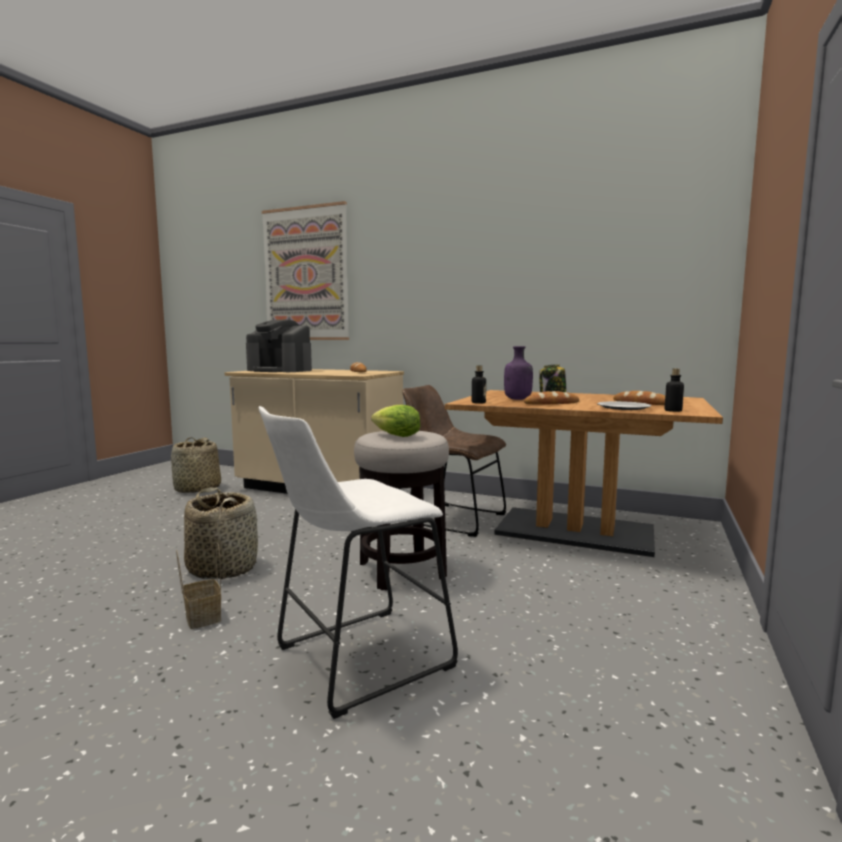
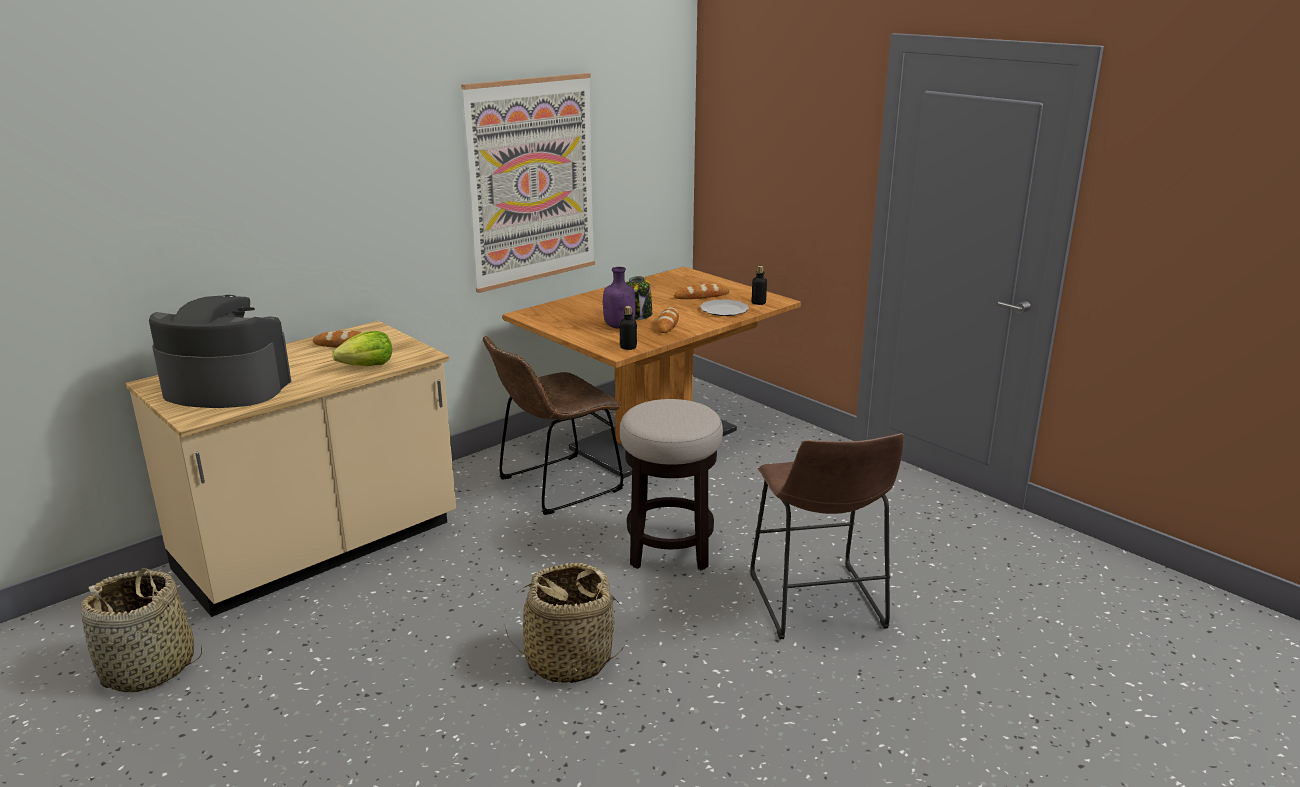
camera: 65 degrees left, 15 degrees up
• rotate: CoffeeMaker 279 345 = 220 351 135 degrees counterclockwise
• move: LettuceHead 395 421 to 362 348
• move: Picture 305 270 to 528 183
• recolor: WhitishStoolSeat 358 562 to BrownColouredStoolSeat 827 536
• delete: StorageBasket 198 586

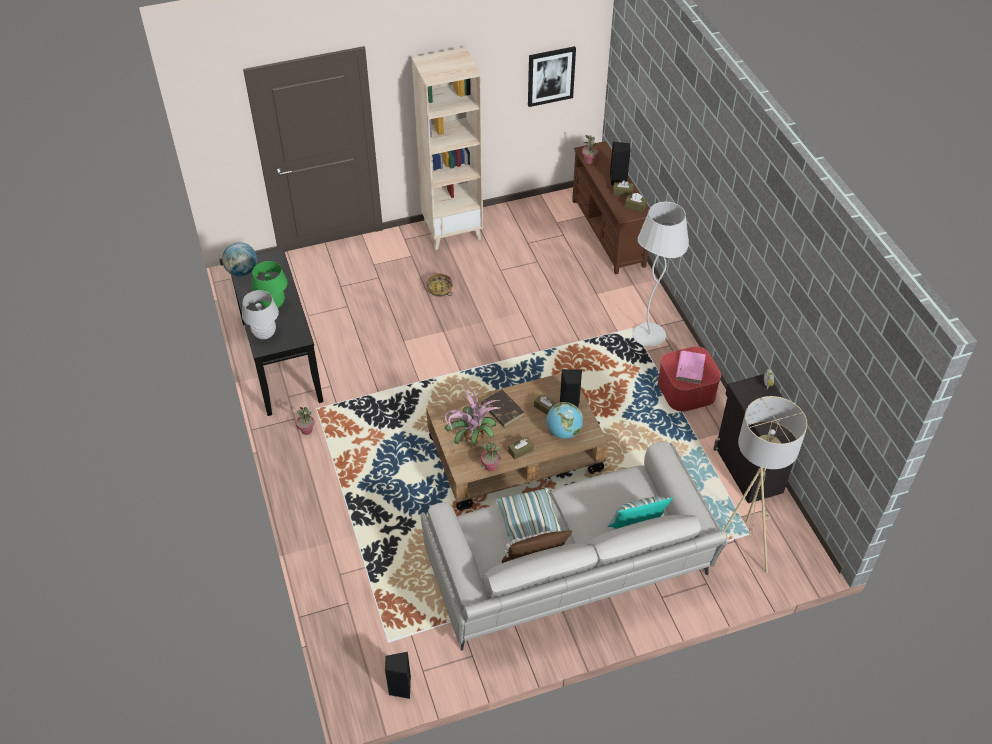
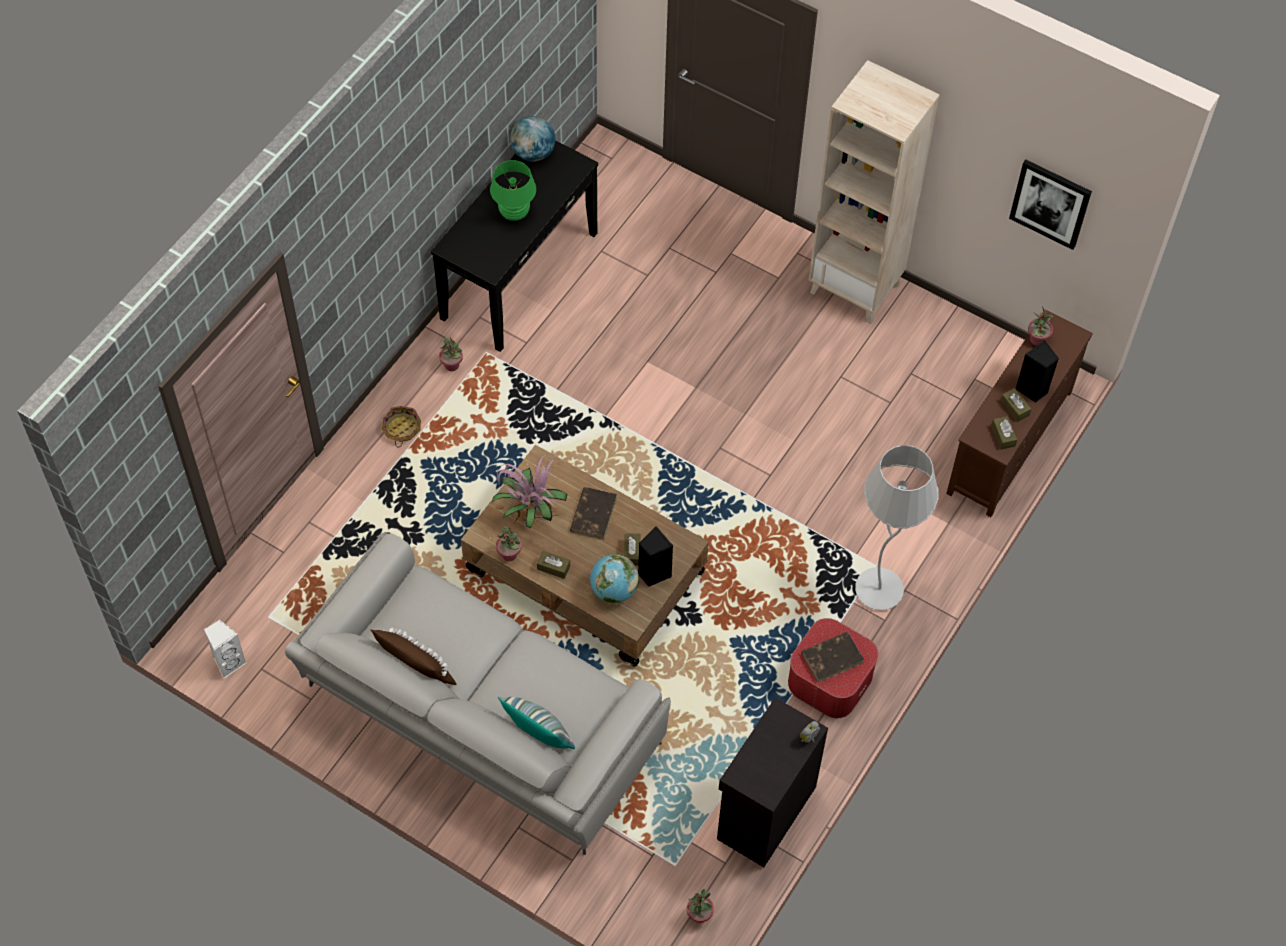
camera: 50 degrees right, 10 degrees up
• recolor: BlackAudioSpeaker 398 675 to WhitishAudioSpeaker 225 648
• move: StorageBasket 440 285 to 401 426
• insert: Houseplant 700 906
• recolor: PinkColouredVolume 691 367 to BrownColouredVolume 833 657
• delete: WhitishTableLamp 260 314
• delete: Pillow 529 515
• delete: BeigeColouredStandingLamp 765 484

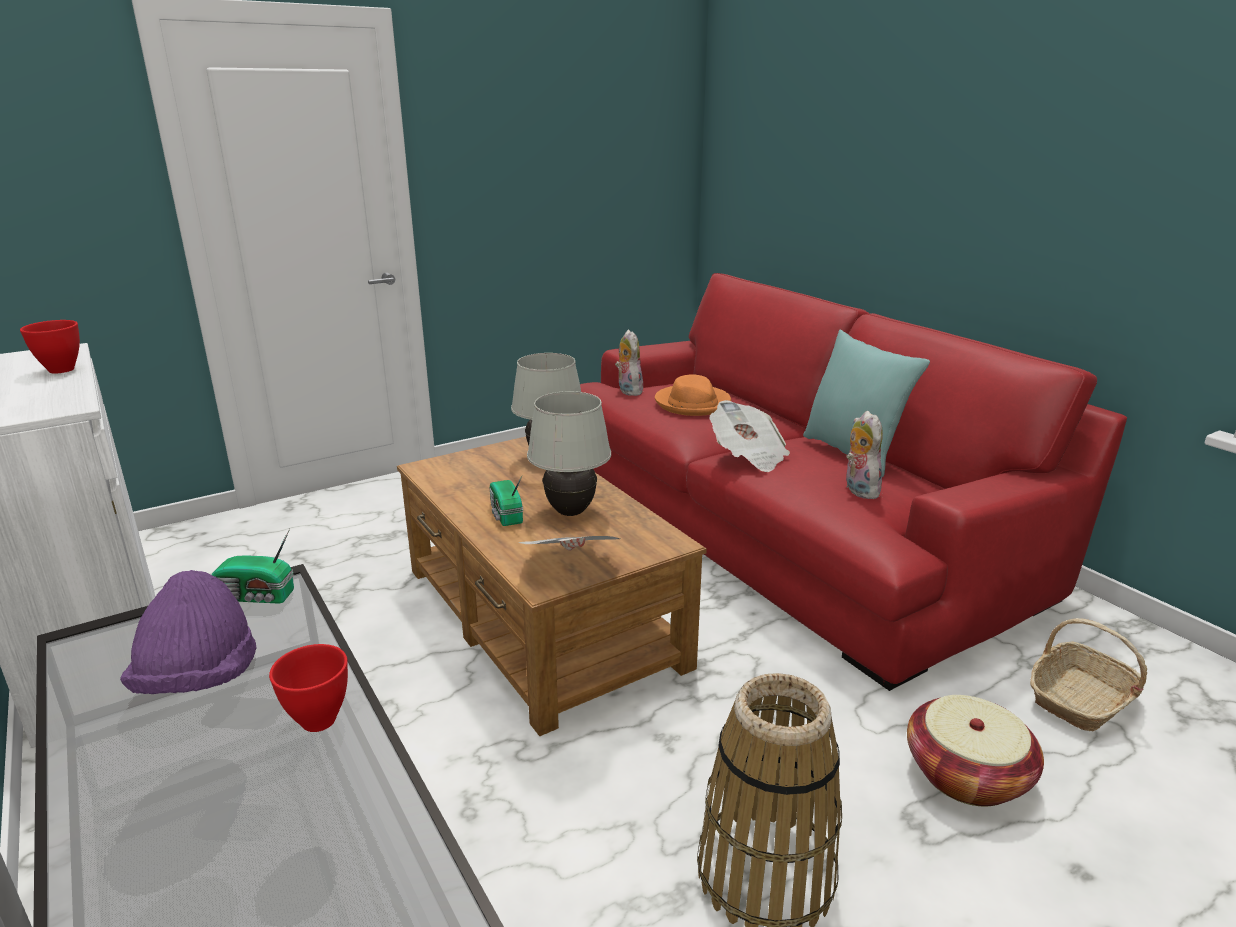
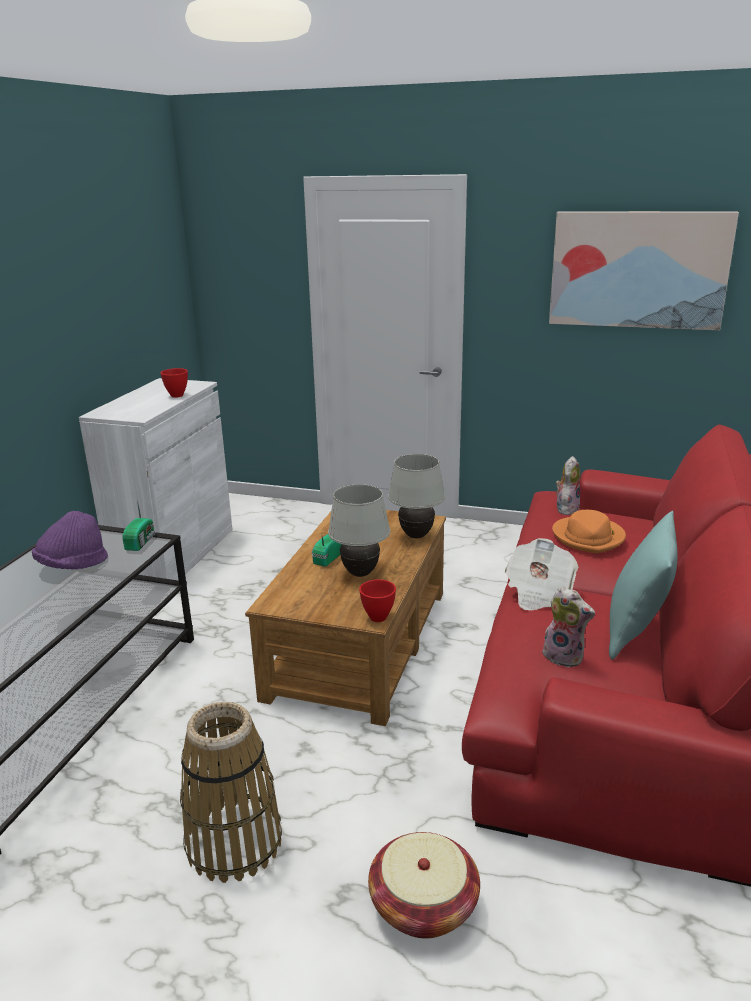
camera: 50 degrees right, 0 degrees up
• rotate: RadioReceiver 253 566 = 138 525 135 degrees counterclockwise
• move: RedDeepDish 308 688 to 377 600
• rotate: PlushToy 864 455 = 568 627 90 degrees clockwise
• insert: Picture 644 270
• delete: PrintedPaper 569 543
• delete: StorageBasket 1088 674

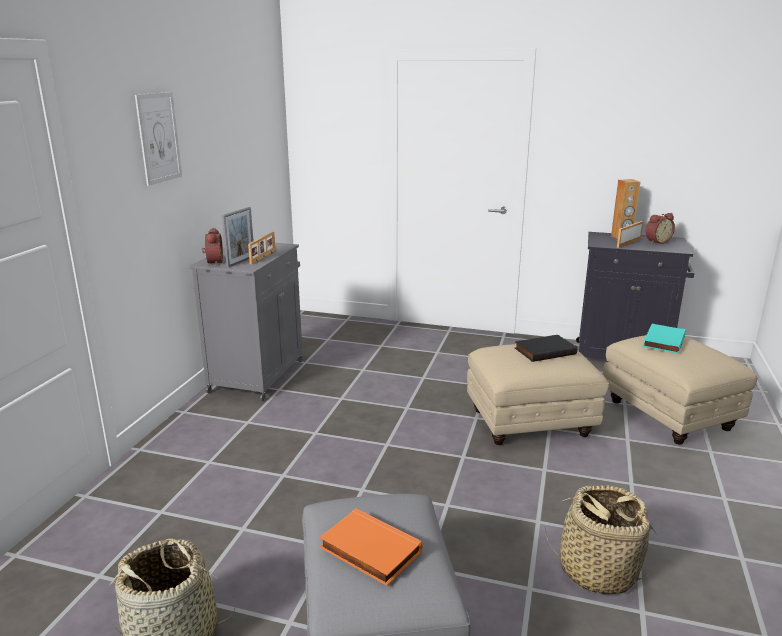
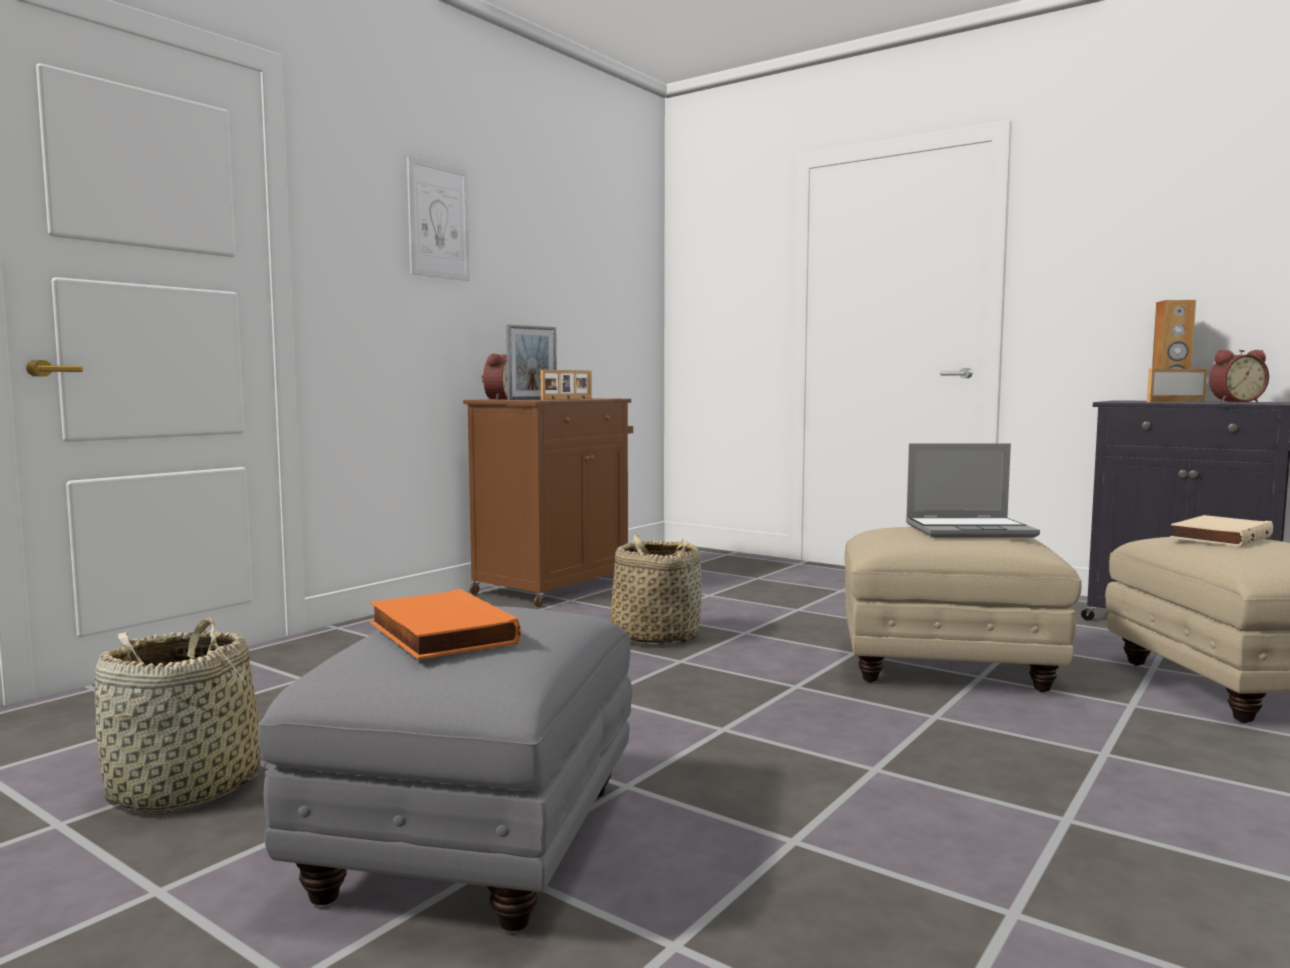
camera: 20 degrees right, 15 degrees down
• recolor: GreyCupboard 246 322 to BrownColouredCupboard 548 502
• move: StorageBasket 600 540 to 656 589
• replace: BlackVolume 546 348 to Laptop 973 490
• recolor: TurquoiseVolume 664 339 to BeigeColouredVolume 1221 531

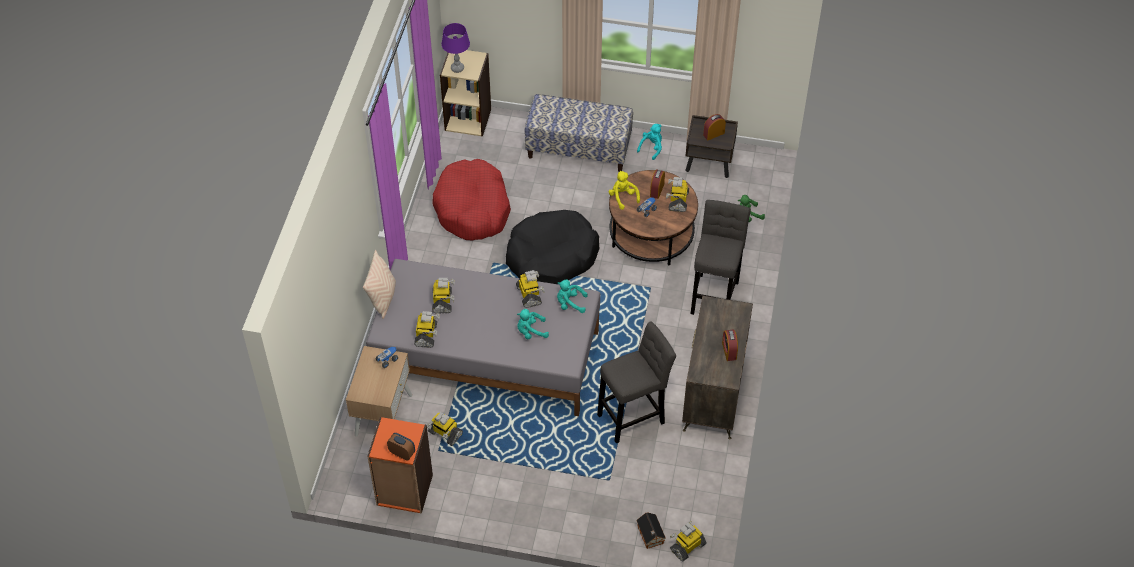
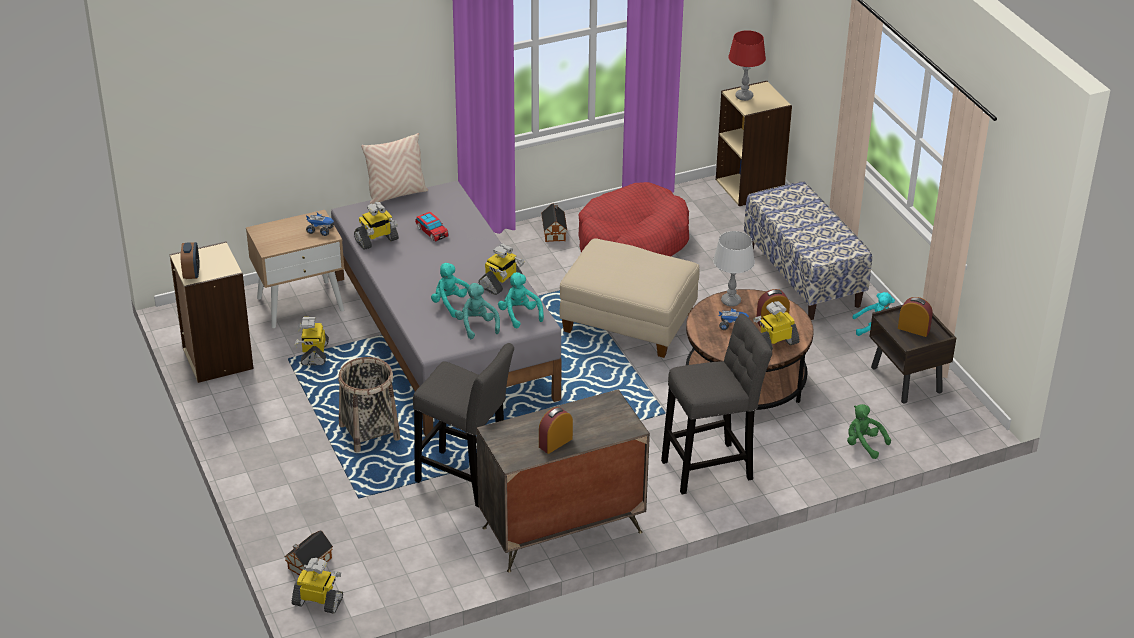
camera: 55 degrees right, 15 degrees down
• recolor: OrangeColouredBookshelf 400 465 to BeigeColouredBookshelf 212 312
• insert: StorageBasket 369 404
• replace: ModelRobot 443 295 to MiniatureCar 432 227
• insert: TurquoisePlushToy 477 311
• insert: MiniatureHouse 554 222
• replace: BlackDogBed 553 247 to BeigeColouredOttoman 629 298
• replace: YellowColouredPlushToy 624 190 to GreyTableLamp 734 269
• recolor: PurpleColouredTableLamp 455 48 to RedTableLamp 747 65

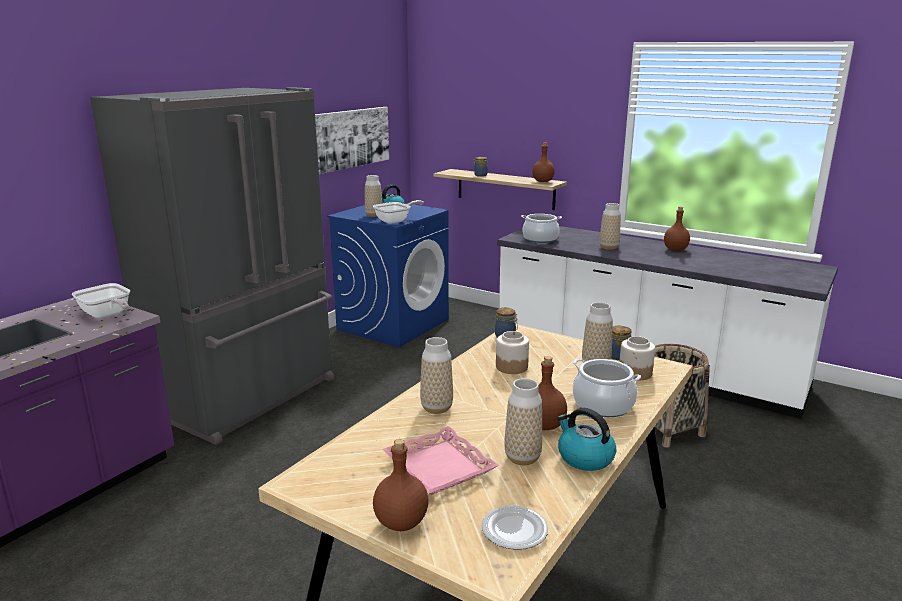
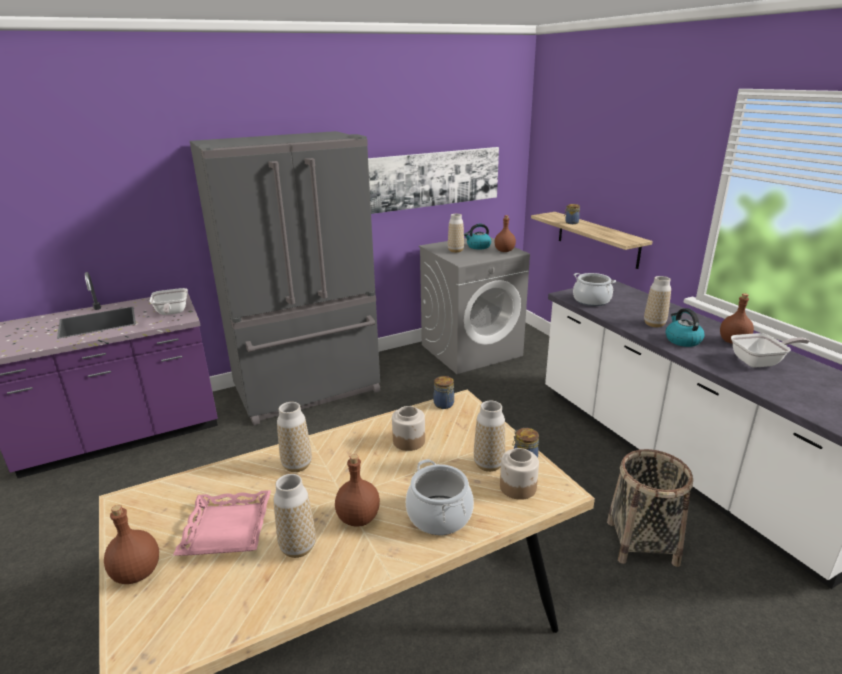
camera: 30 degrees right, 5 degrees up
• recolor: BluishWashingMachine 388 275 to GreyWashingMachine 474 305
• move: BrownColouredDrinkBottle 544 162 to 505 233
• move: TeaKettle 586 439 to 685 327
• move: Skillet 398 212 to 770 350
• delete: DinnerPlate 515 527

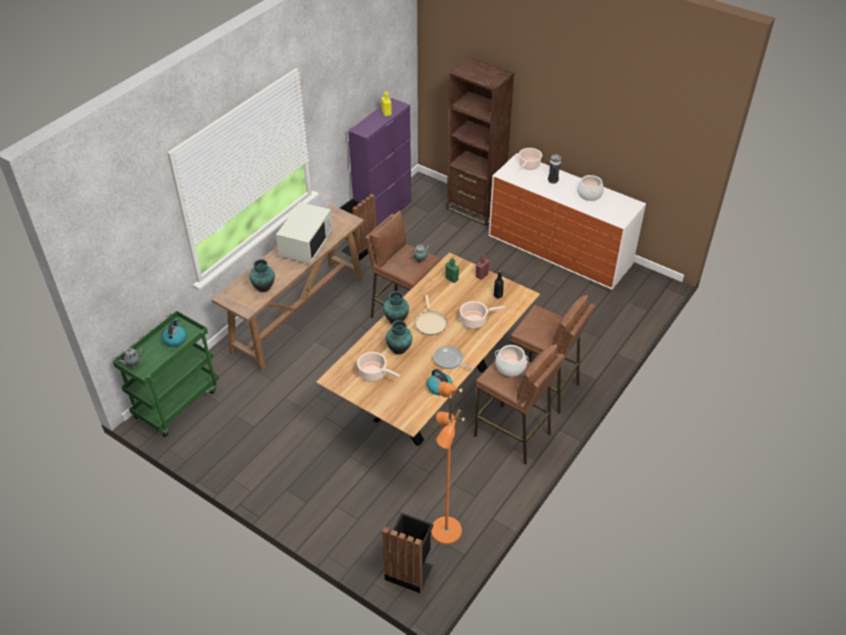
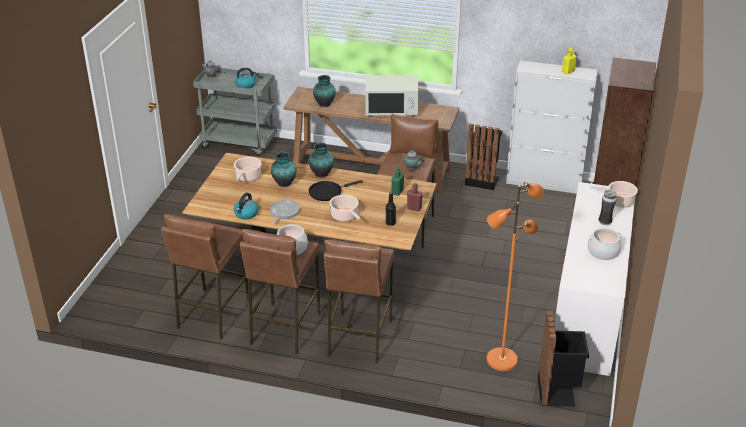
camera: 70 degrees right, 10 degrees down
• insert: BrownColouredStoolSeat 205 276
• recolor: GreenishTrolley 166 374 to GreyTrolley 235 111
• recolor: BeigeColouredSkillet 431 315 to BlackSkillet 336 190
• move: OrangeColouredStandingLamp 448 463 to 516 276
• recolor: PurpleColouredCupboard 379 162 to WhitishCupboard 552 127
• move: BlackWasteBin 407 553 to 563 359

